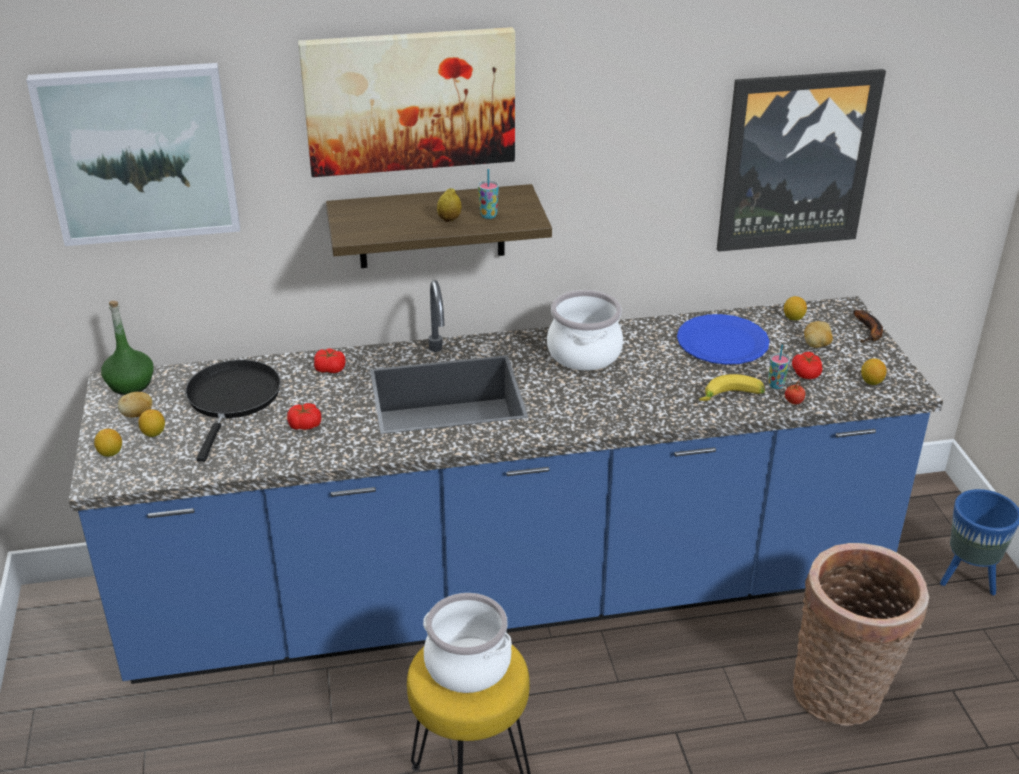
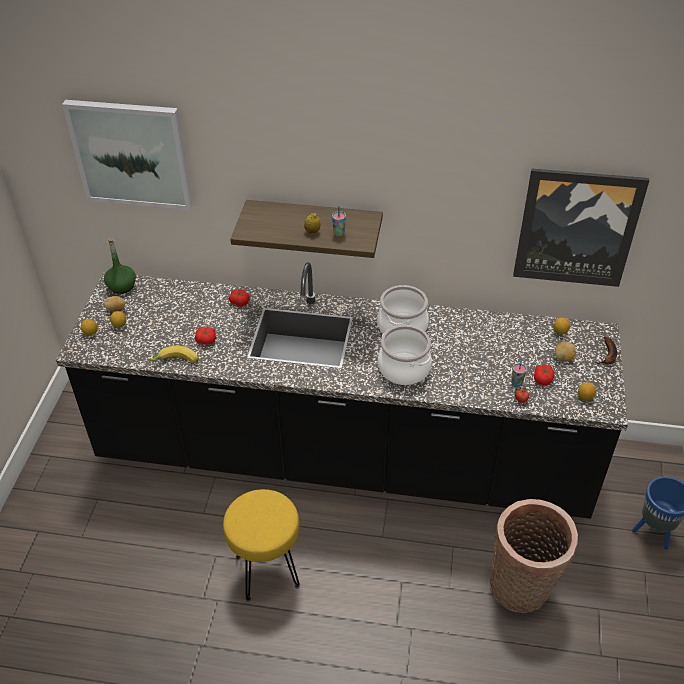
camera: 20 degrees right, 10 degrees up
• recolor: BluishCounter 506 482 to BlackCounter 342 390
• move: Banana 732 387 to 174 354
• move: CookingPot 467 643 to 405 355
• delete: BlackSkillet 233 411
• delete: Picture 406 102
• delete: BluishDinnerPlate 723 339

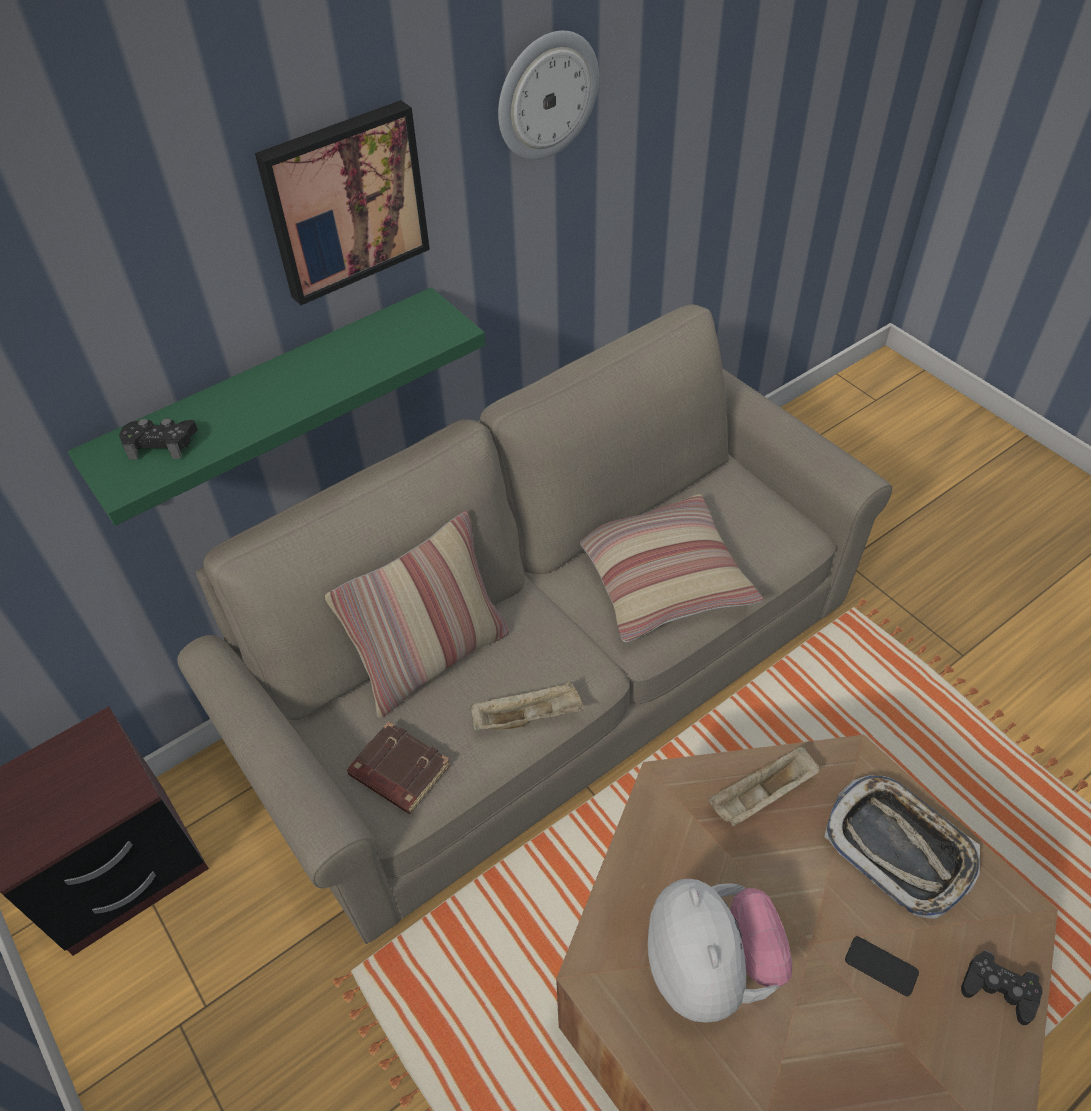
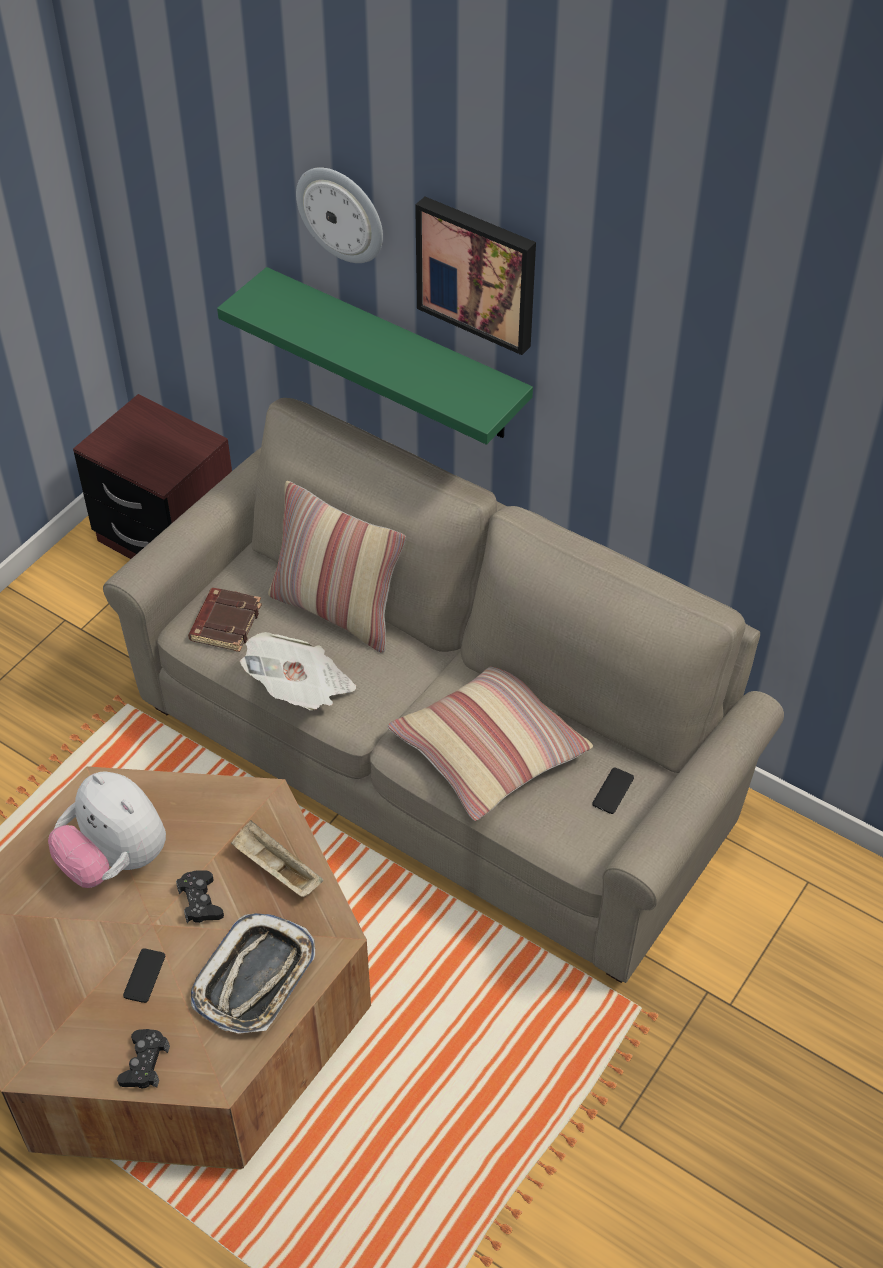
camera: 70 degrees right, 0 degrees up
• rotate: PlushToy 720 951 = 107 829 75 degrees clockwise
• move: BlackJoypad 158 439 to 200 896
• replace: BeigeColouredServingTray 527 705 to PrintedPaper 298 671
• move: WallClock 548 95 to 339 215
• insert: Phone 613 790

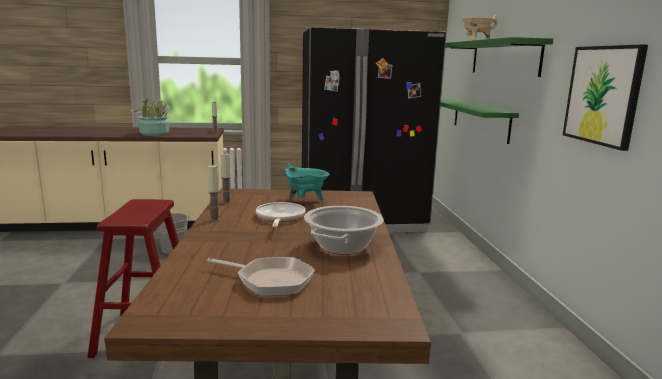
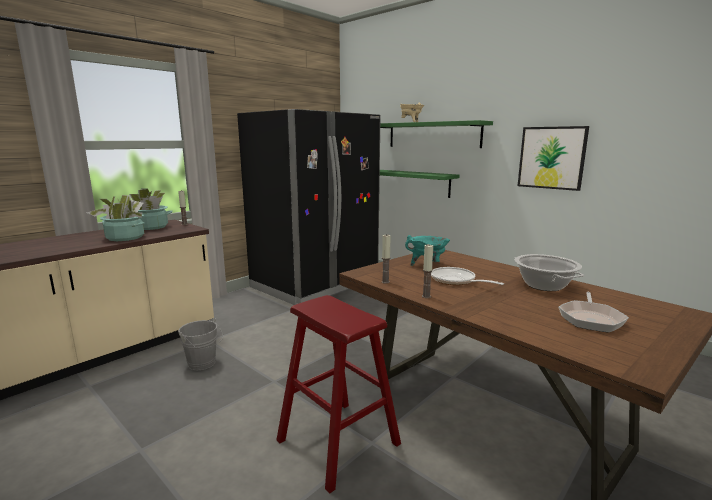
camera: 40 degrees left, 0 degrees up
• insert: Houseplant 151 209
• rotate: Skillet 261 276 = 593 312 135 degrees clockwise

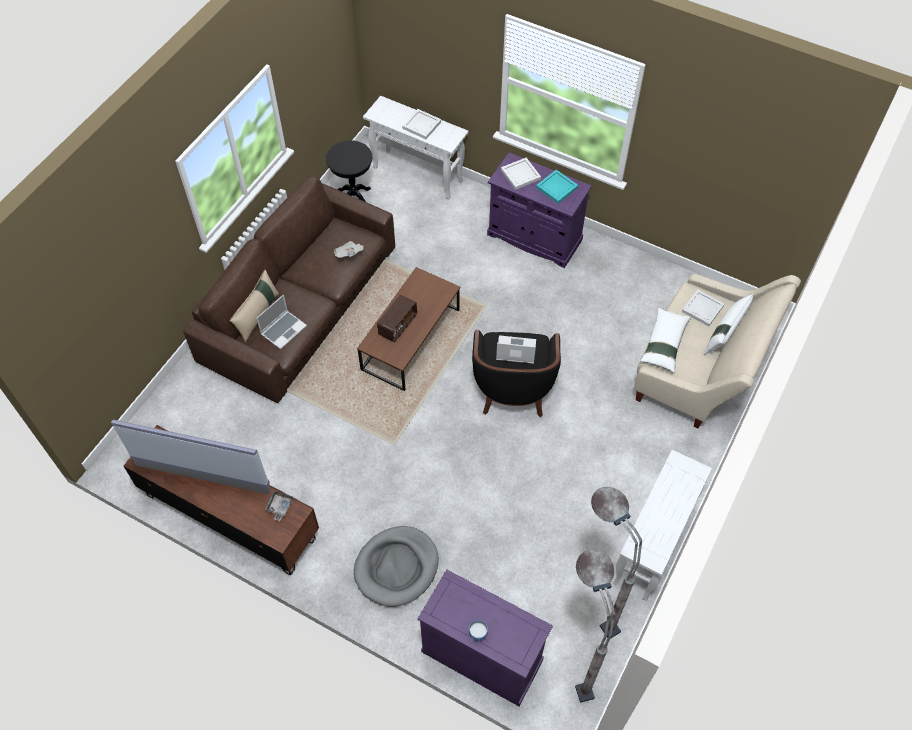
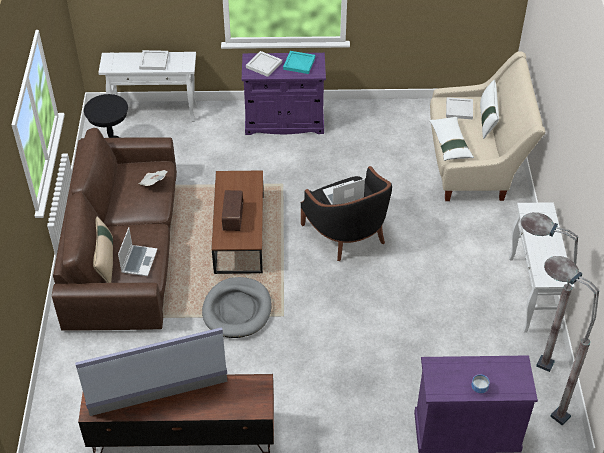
camera: 30 degrees left, 10 degrees down
• move: GreyDogBed 396 566 to 237 307
• delete: GreyServingTray 279 506

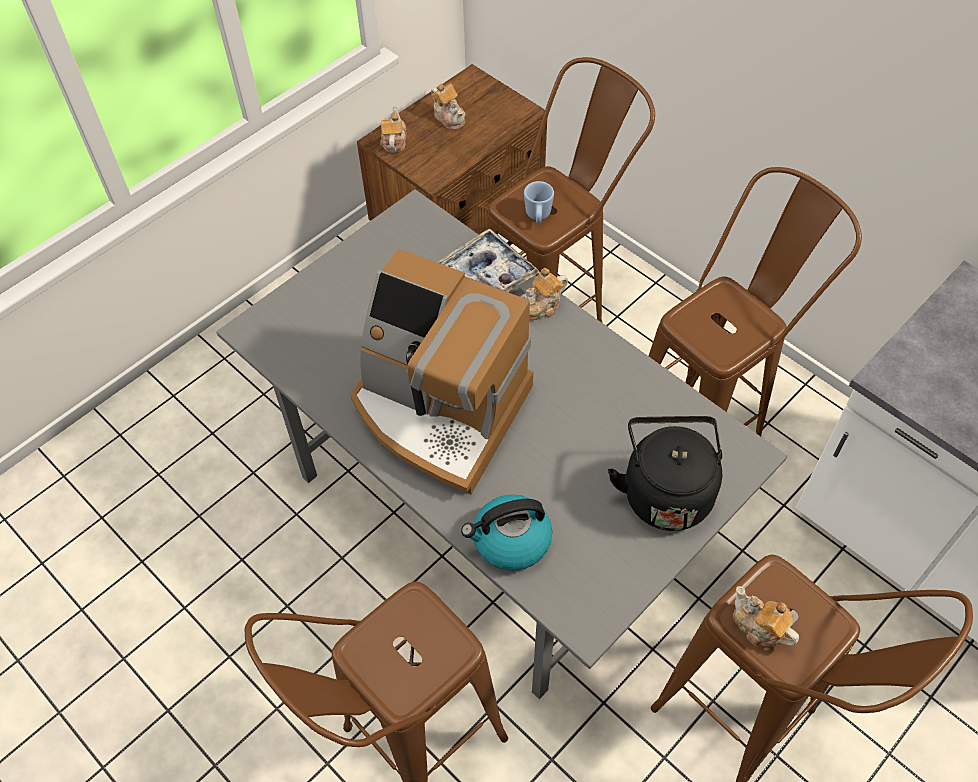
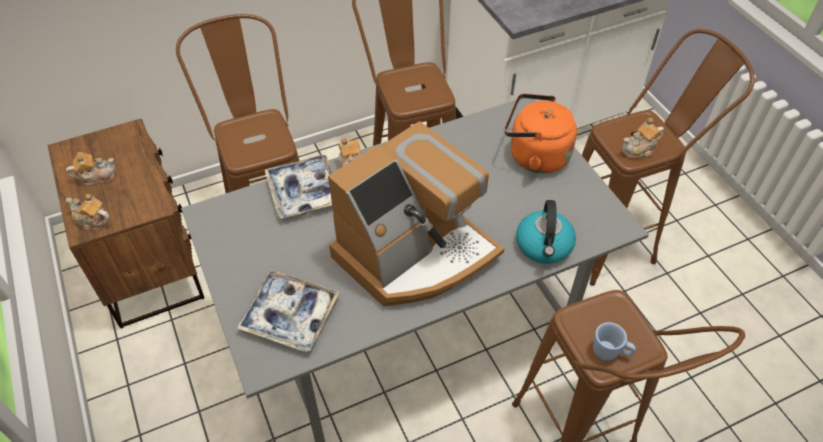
camera: 70 degrees left, 5 degrees down
• insert: ServingTray 288 311
• recolor: BlackTeaKettle 665 473 to OrangeColouredTeaKettle 541 133
• move: BluishCoffeeMug 539 202 to 614 341

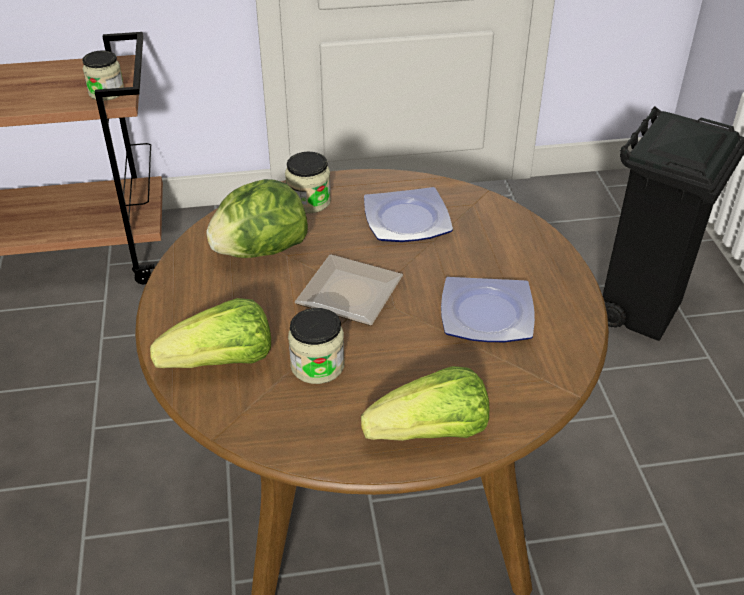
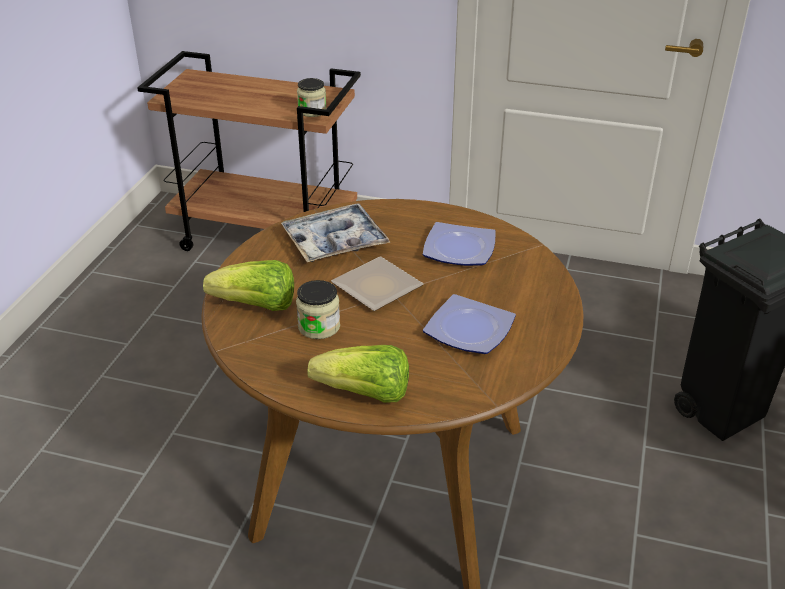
camera: 25 degrees right, 5 degrees down
• replace: LettuceHead 257 218 to ServingTray 336 233
• delete: StorageJar 308 183

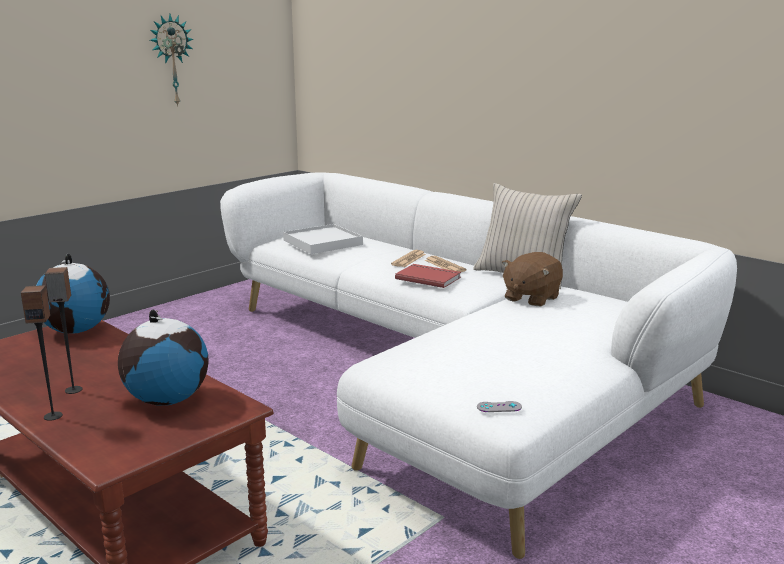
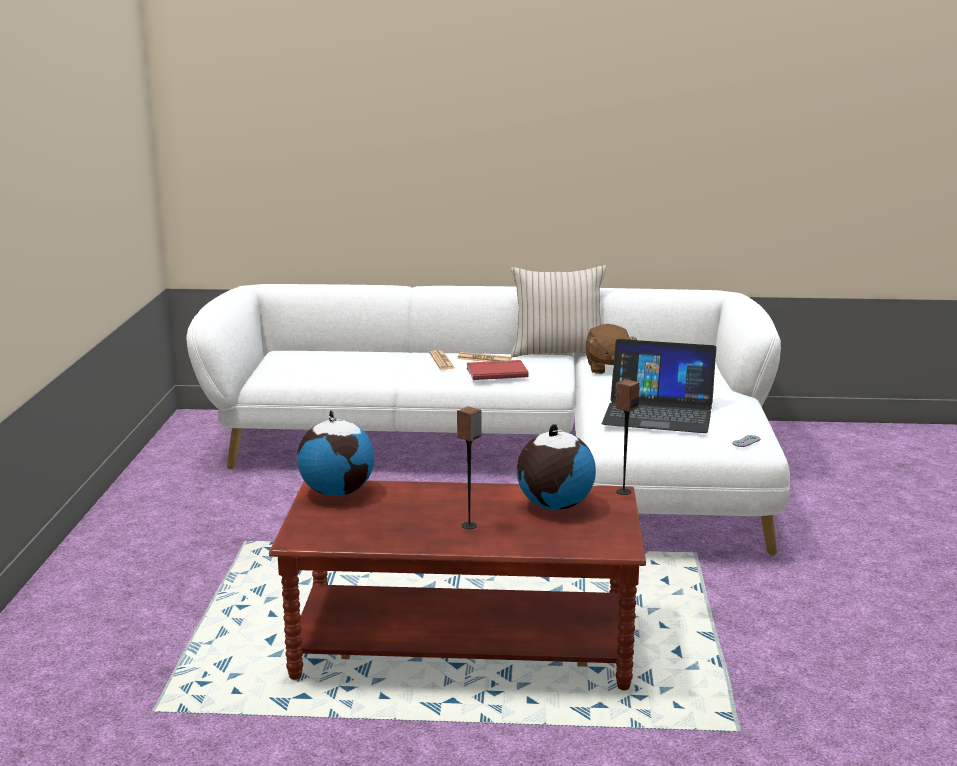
camera: 40 degrees left, 0 degrees up
• insert: Laptop 659 386
• move: AudioSpeaker 42 353 to 627 437
• delete: WallClock 172 60
• delete: WhitishServingTray 323 239

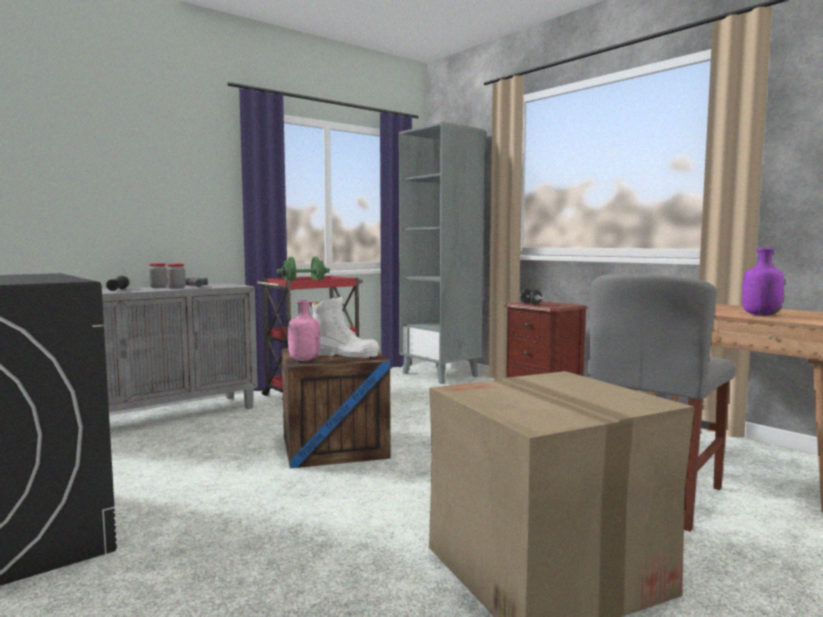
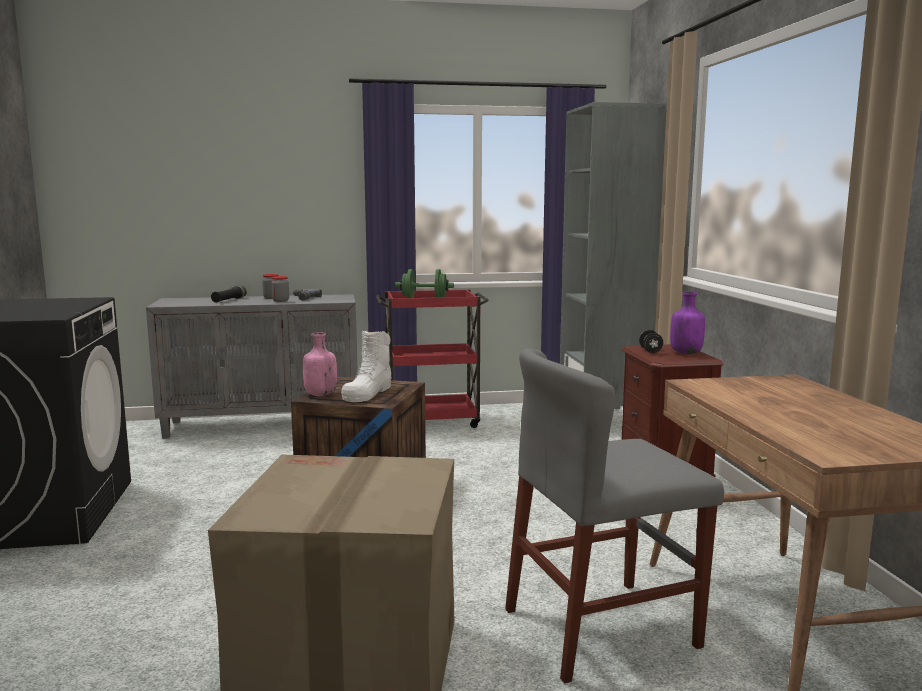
camera: 30 degrees right, 5 degrees up
• rotate: WhitishTallBoot 344 327 = 366 366 60 degrees clockwise
• move: PurpleColouredDrinkBottle 763 282 to 687 323

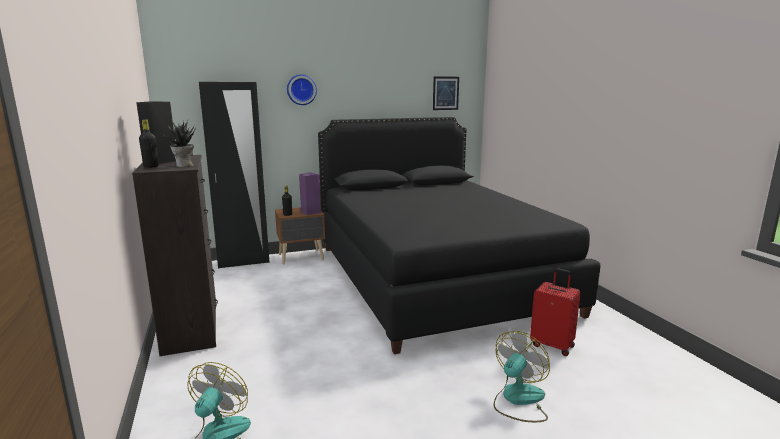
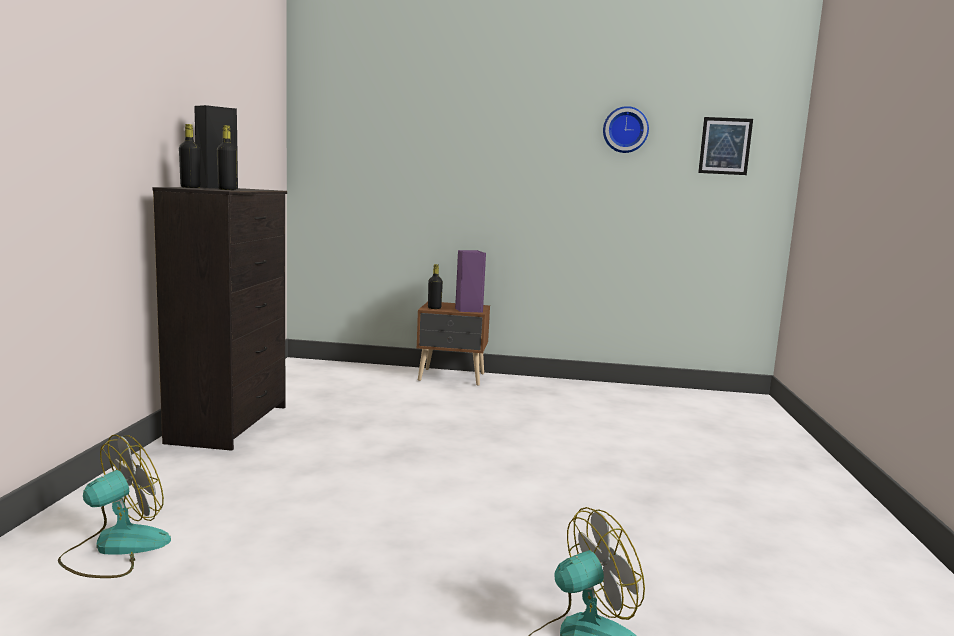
camera: 25 degrees right, 5 degrees down
• replace: Houseplant 179 143 to BlackDrinkBottle 227 157
• move: WallClock 302 89 to 626 129
• delete: BlackClothesCupboard 234 175
• delete: BlackSleepingBed 459 235
• delete: RedSuitcase 555 312

